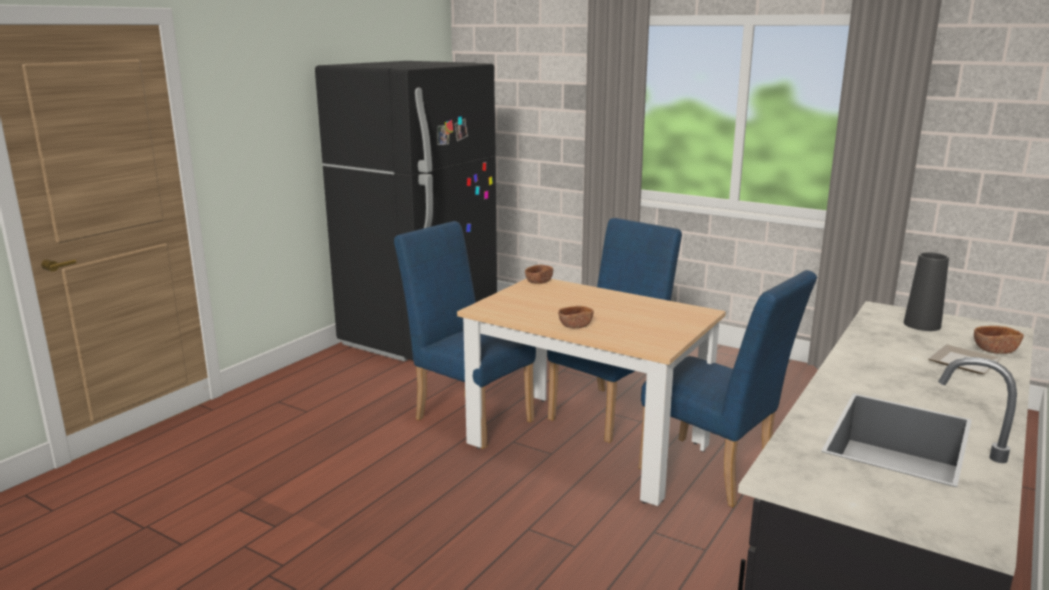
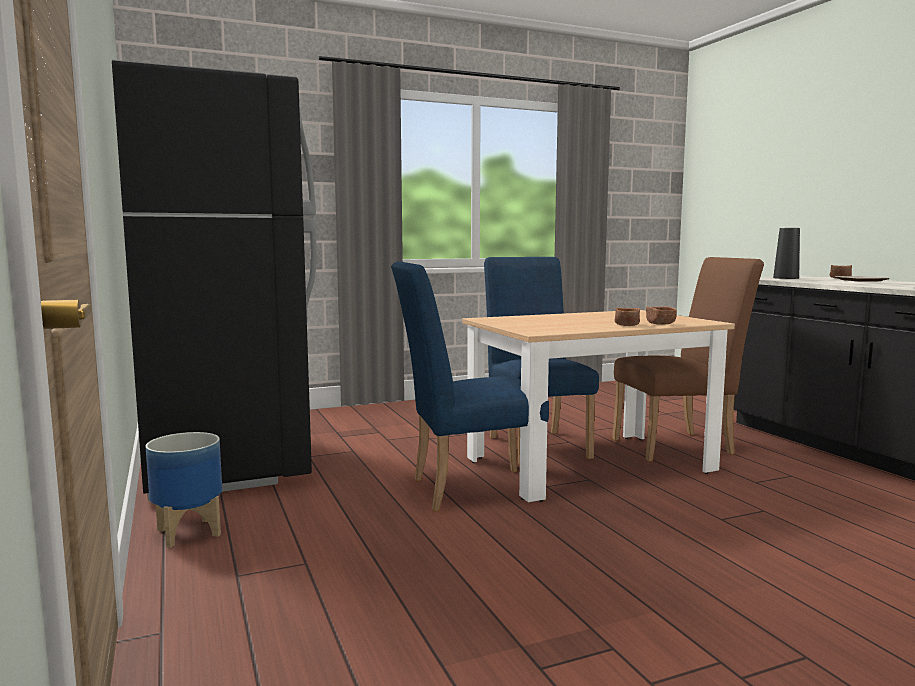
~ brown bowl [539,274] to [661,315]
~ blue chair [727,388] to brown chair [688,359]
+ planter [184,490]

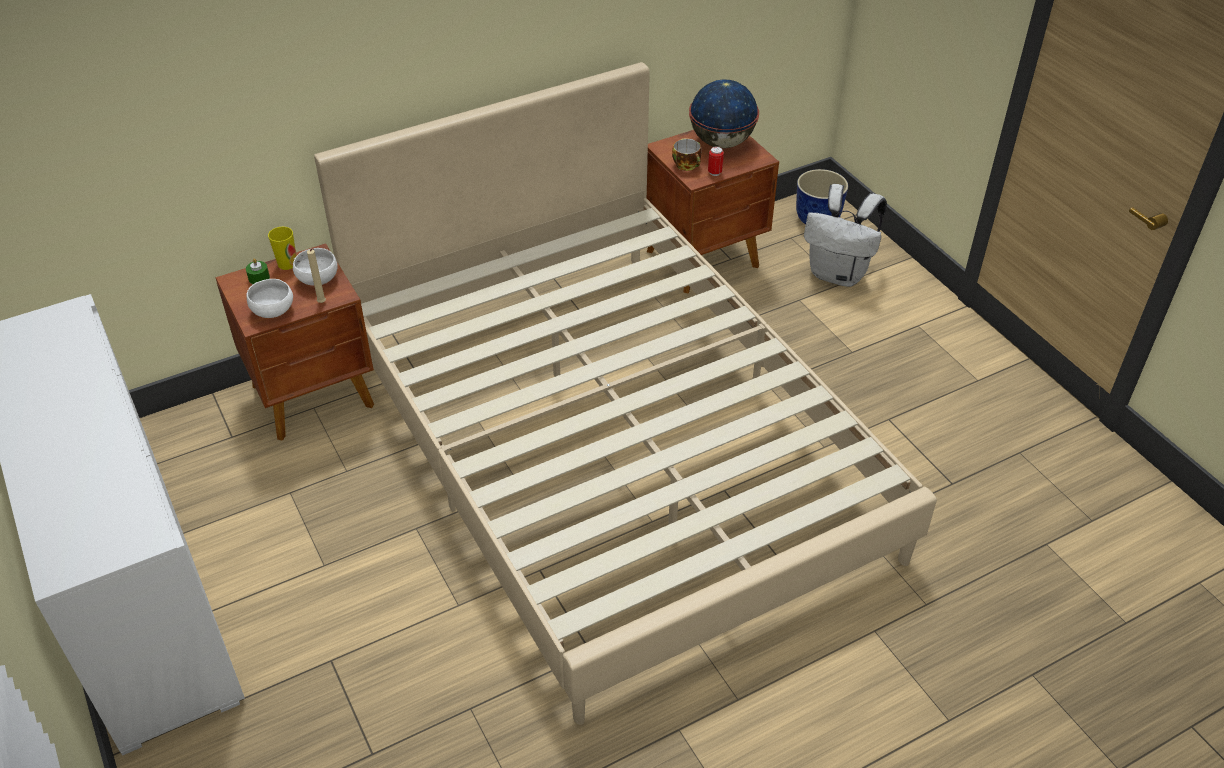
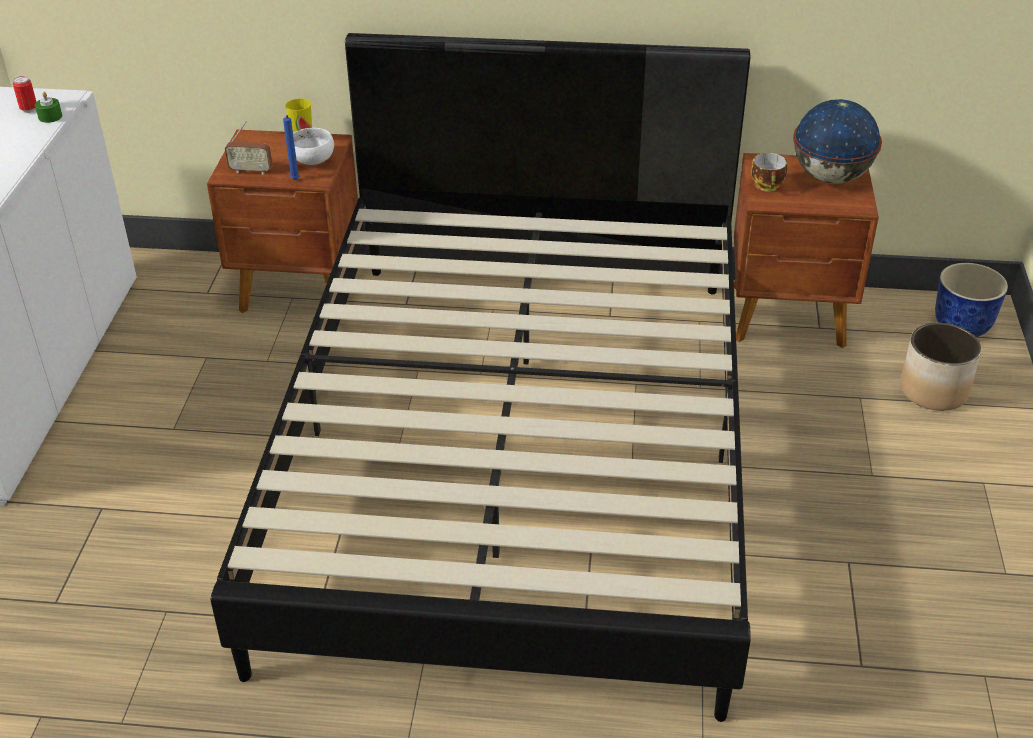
~ green candle [258,271] to [48,107]
~ white bowl [269,298] to radio [249,148]
~ beige candle [316,275] to blue candle [291,147]
~ beige bed [625,393] to black bed [481,377]
~ can [716,161] to [24,94]
~ white backpack [845,235] to planter [940,367]

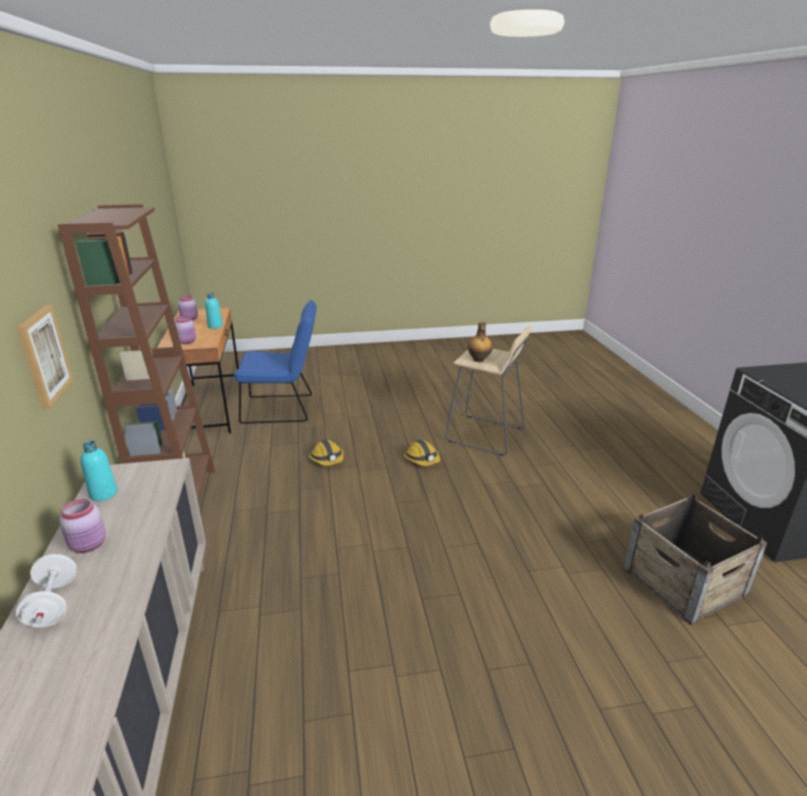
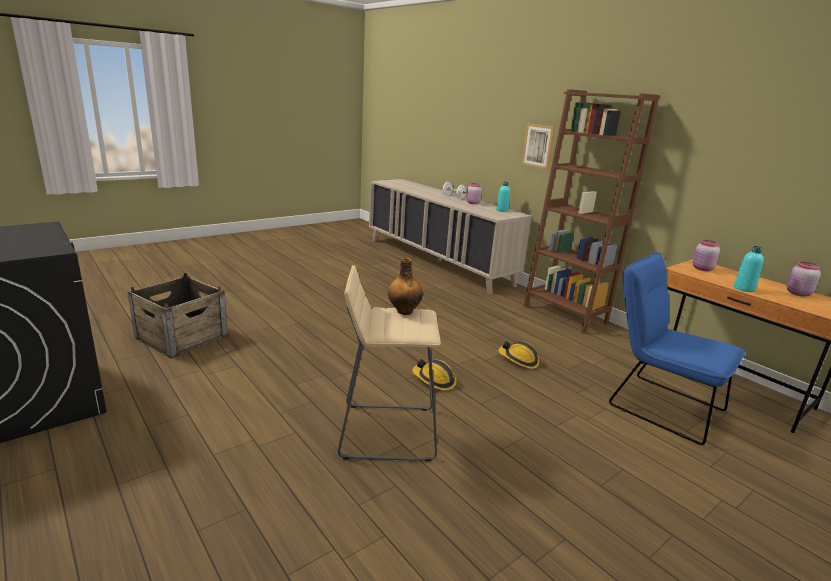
~ blue chair [275,362] = [677,348] 75 degrees clockwise

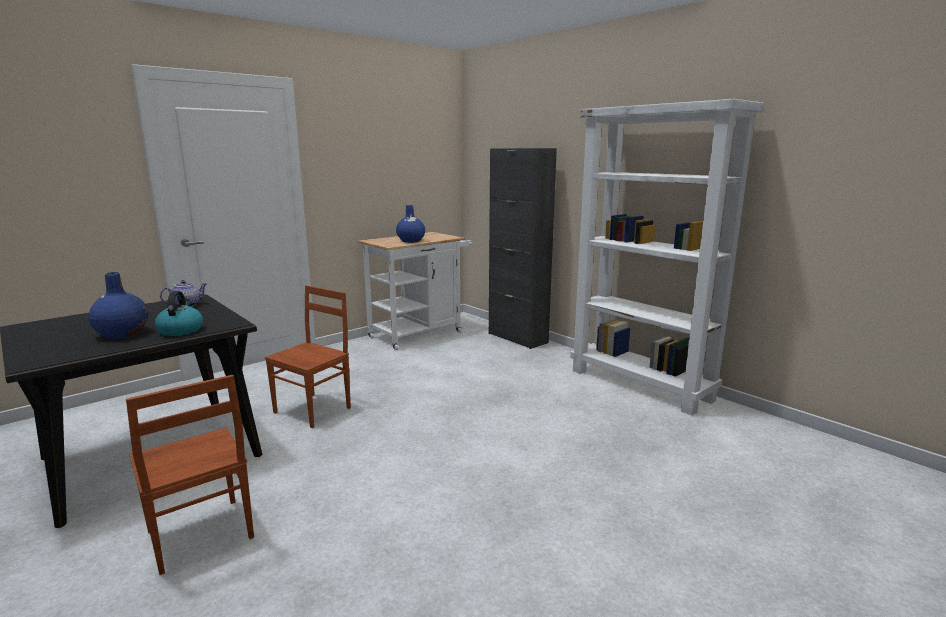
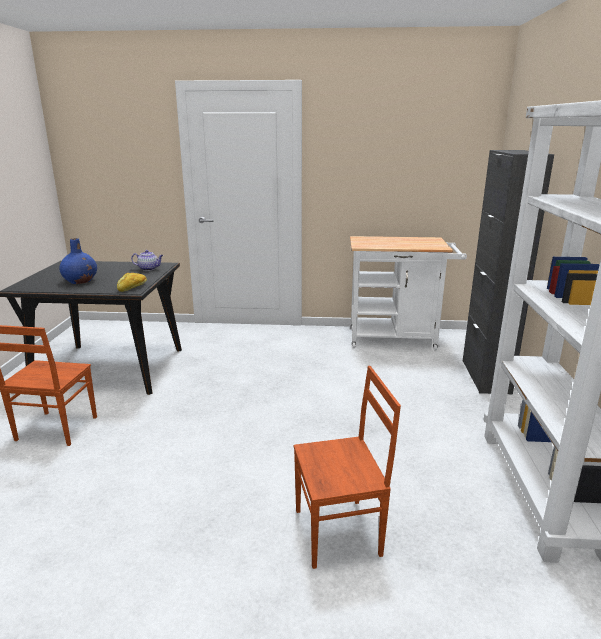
- kettle [179,313]
~ brown chair [308,356] to [347,467]
- blue vase [410,224]
+ bread [132,282]

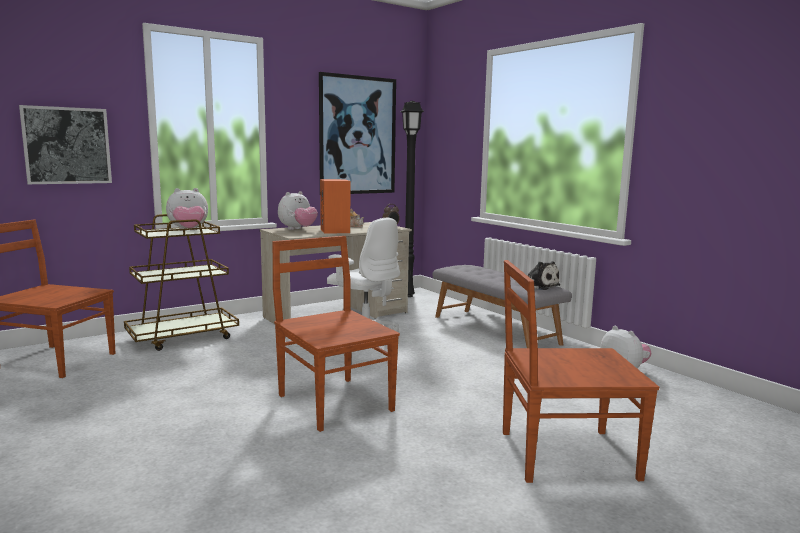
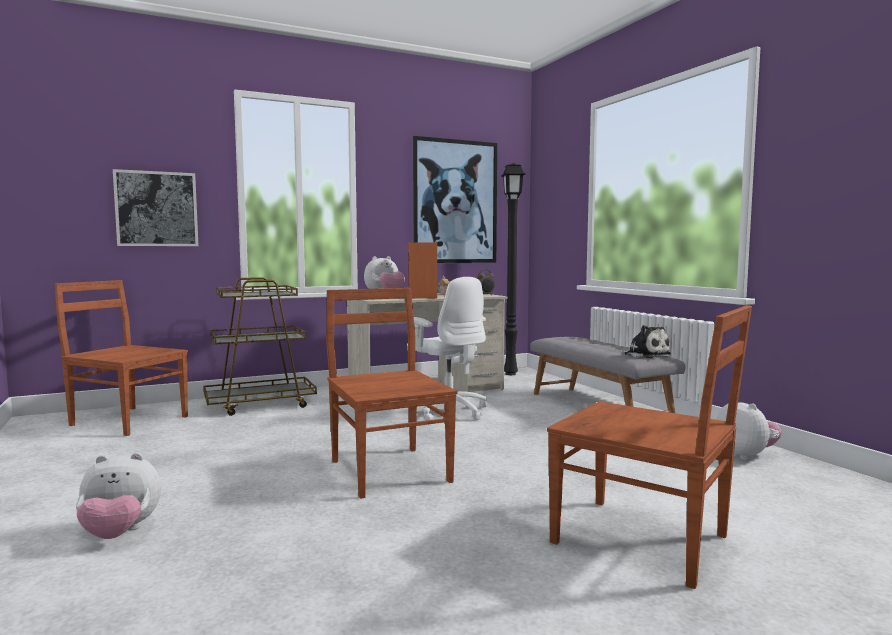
~ plush toy [187,209] to [118,496]
~ brown chair [581,371] = [649,447] 150 degrees counterclockwise

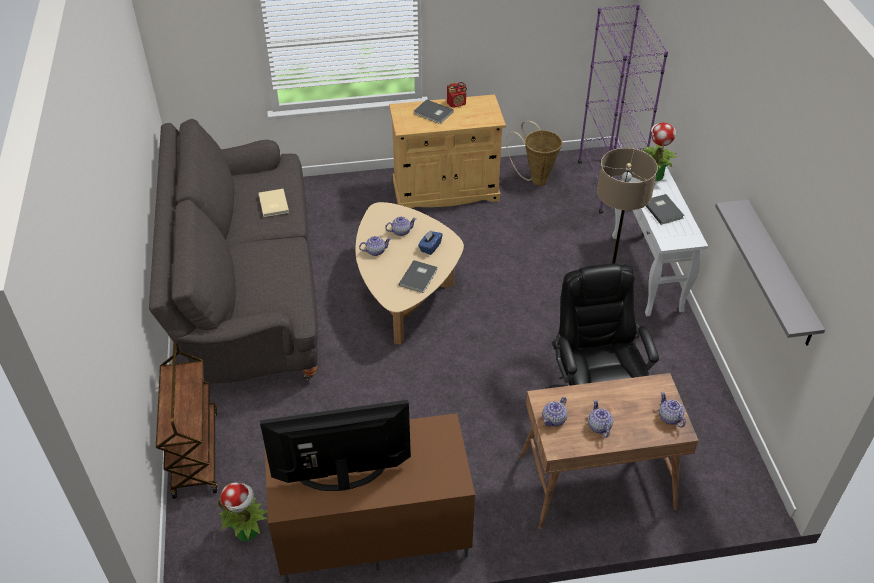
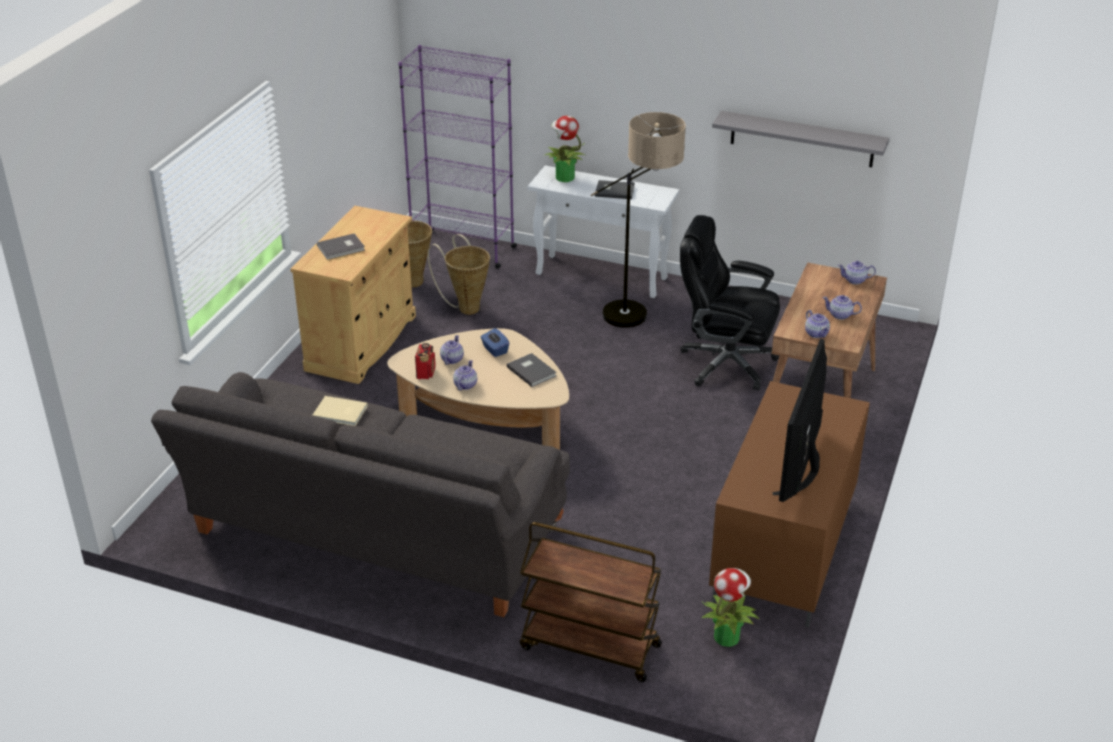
~ radio [457,95] to [425,361]
+ basket [459,274]

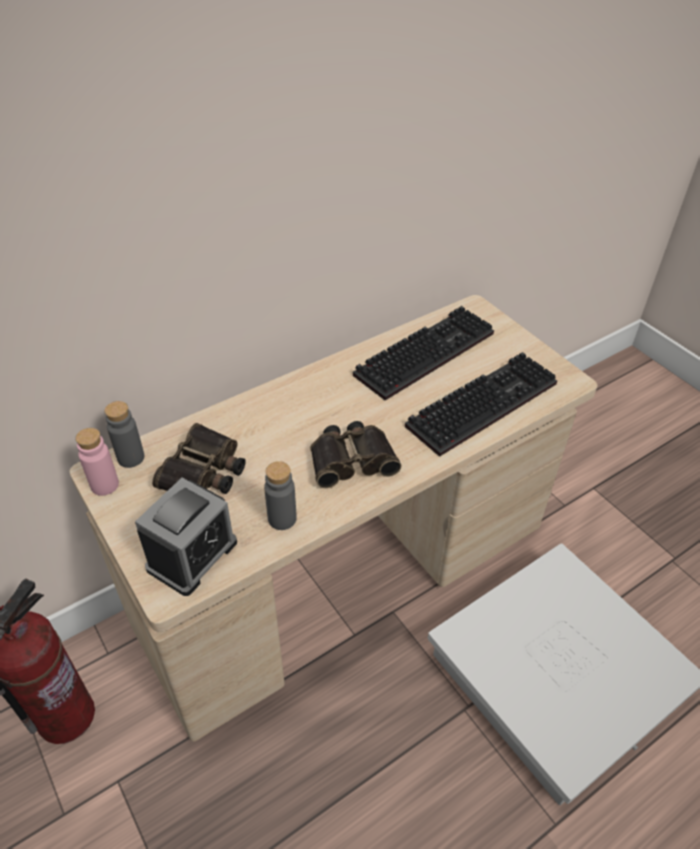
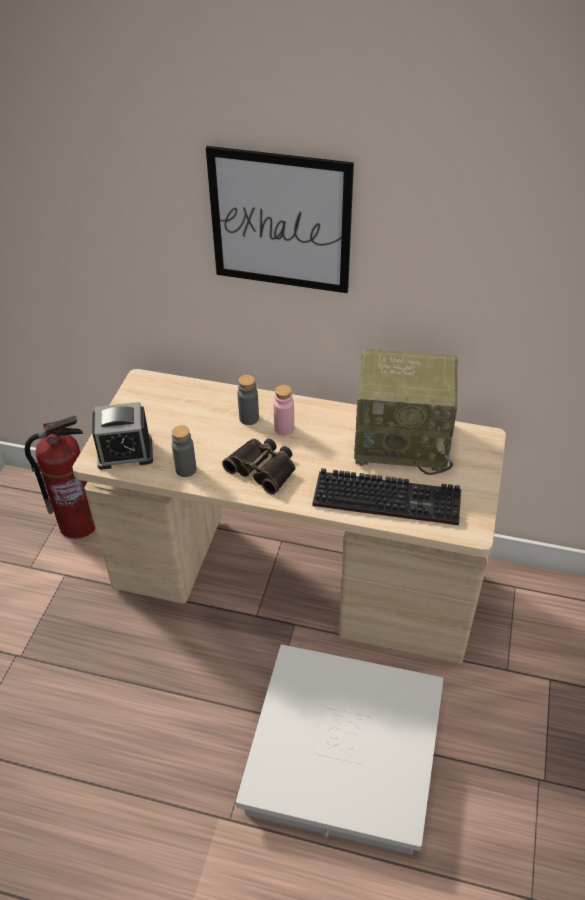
~ pink bottle [97,462] to [283,410]
~ grey bottle [124,434] to [248,400]
- binoculars [199,458]
~ keyboard [423,353] to radio [406,412]
+ picture [280,219]

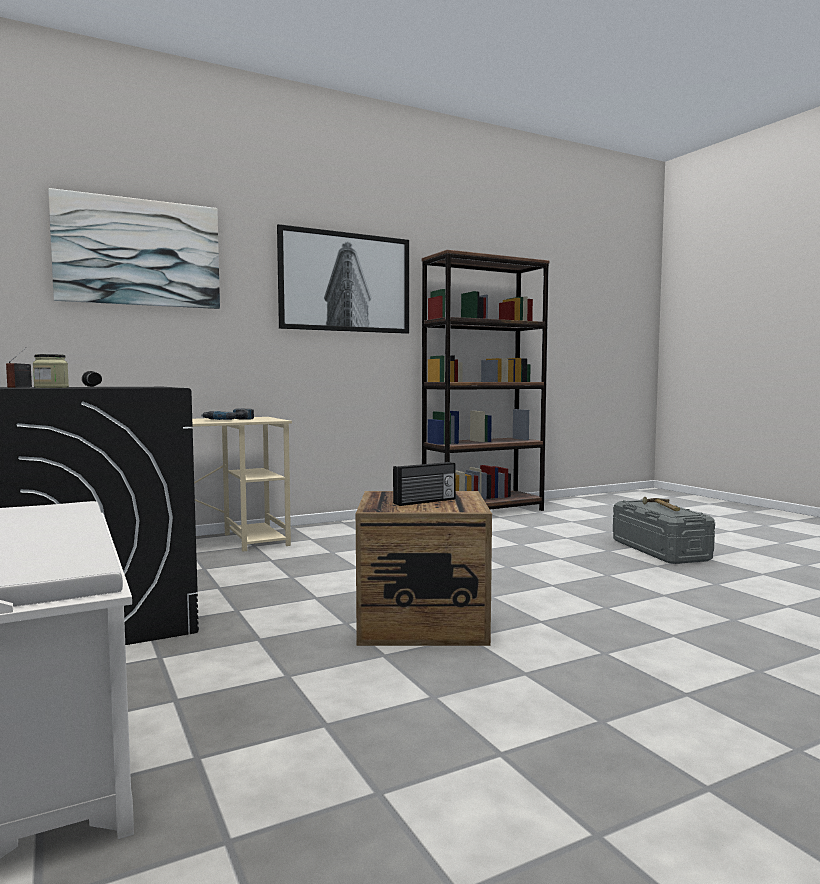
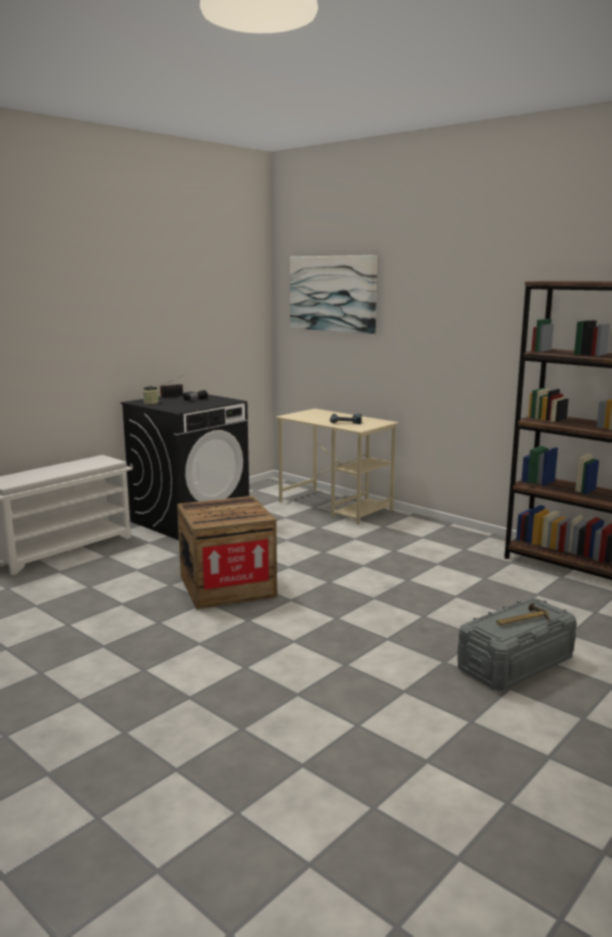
- picture [343,279]
- radio [424,484]

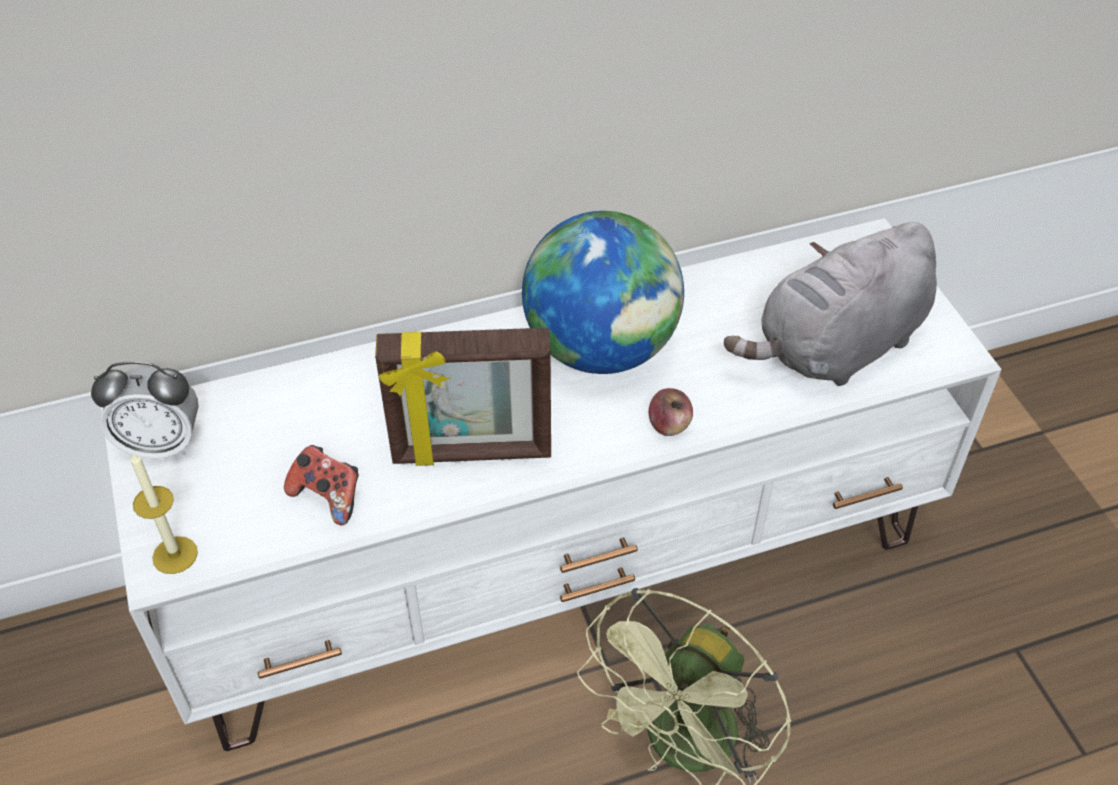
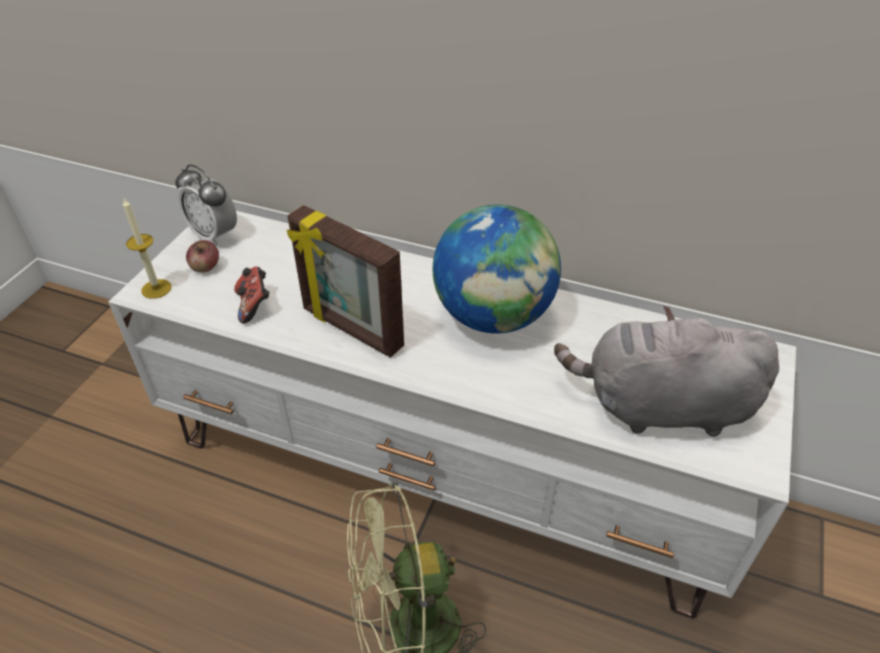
~ apple [671,412] to [202,256]

